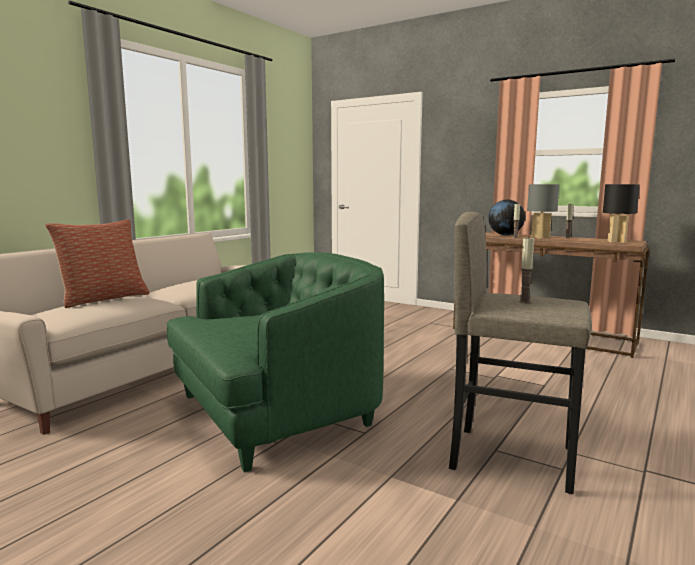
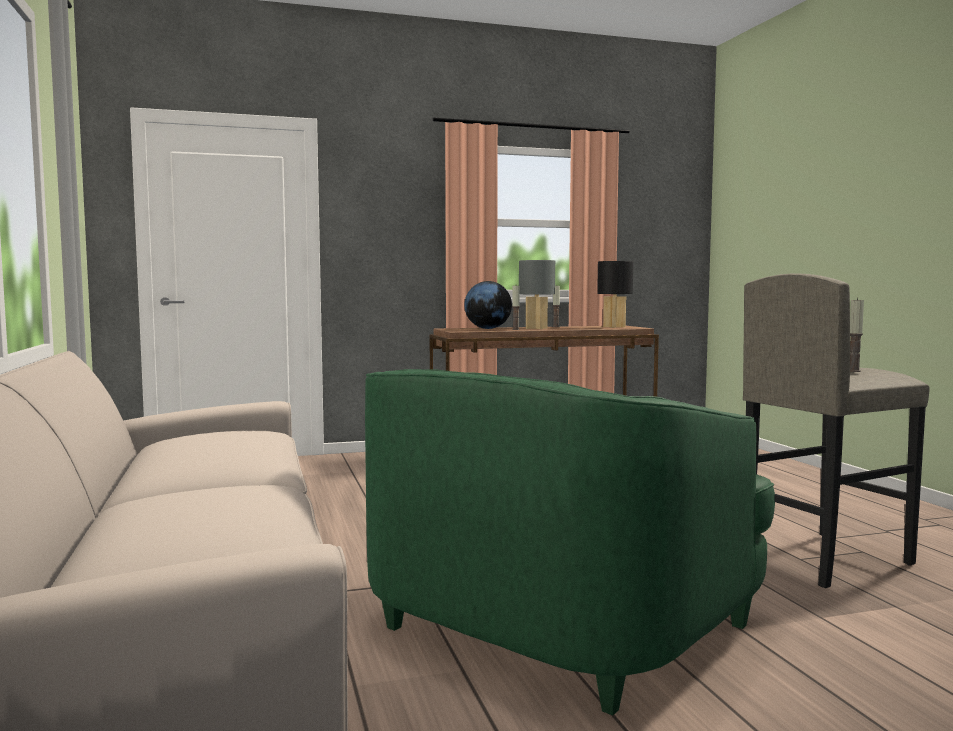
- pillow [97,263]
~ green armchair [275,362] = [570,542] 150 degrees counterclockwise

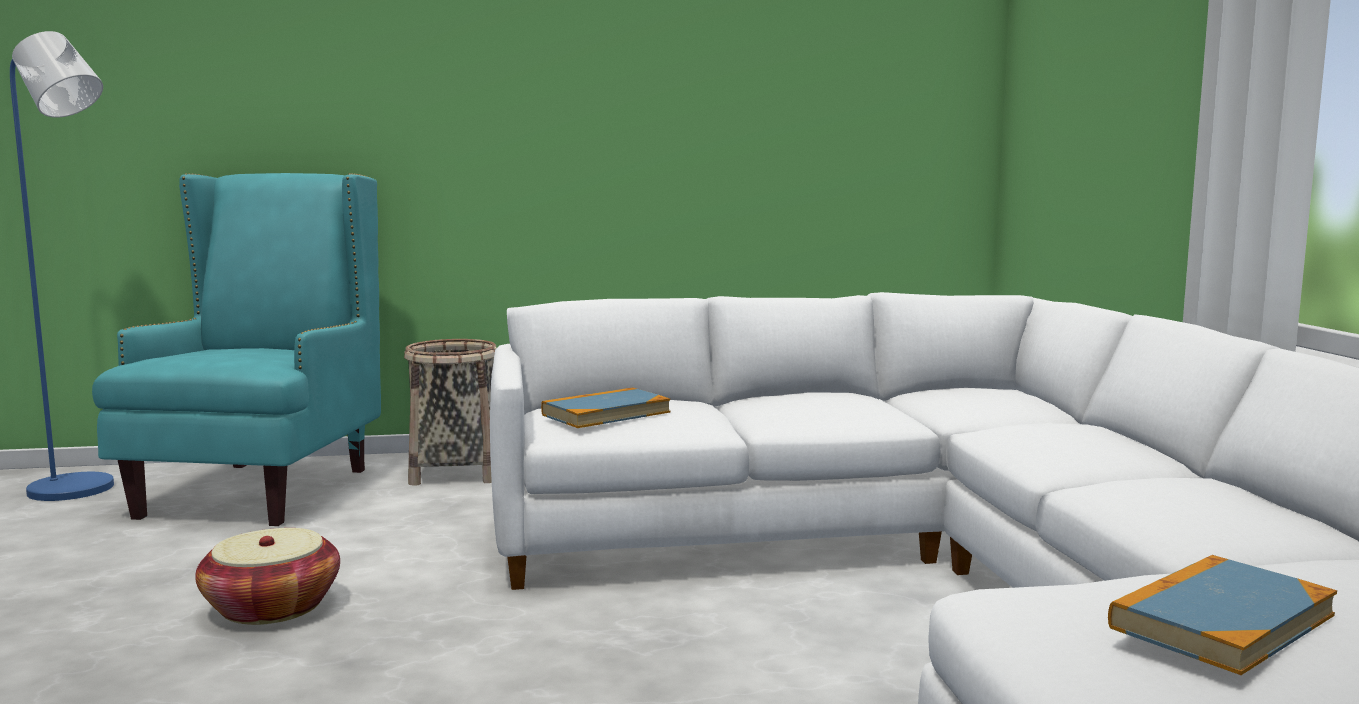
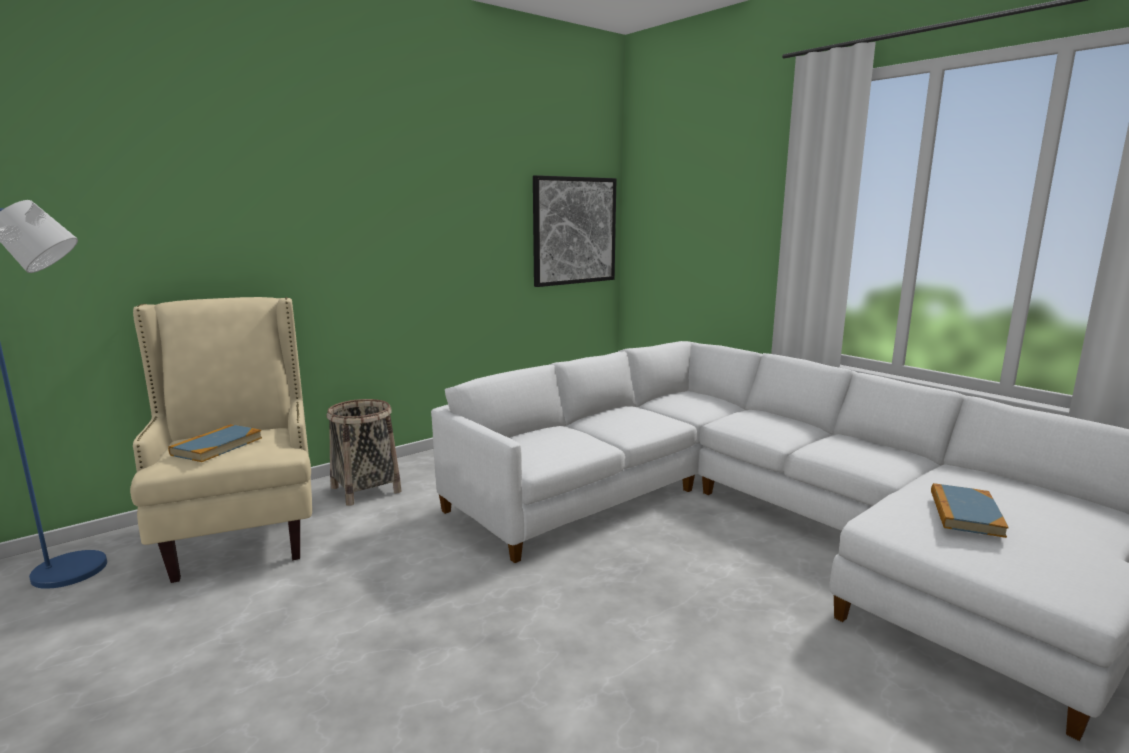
~ turquoise armchair [236,349] to beige armchair [221,440]
- basket [267,576]
~ book [605,408] to [215,443]
+ picture [574,231]

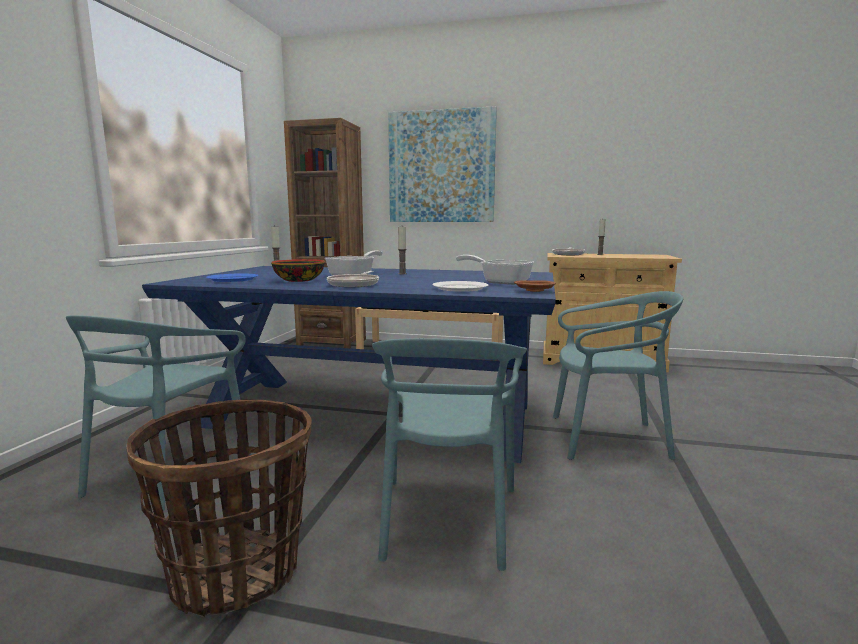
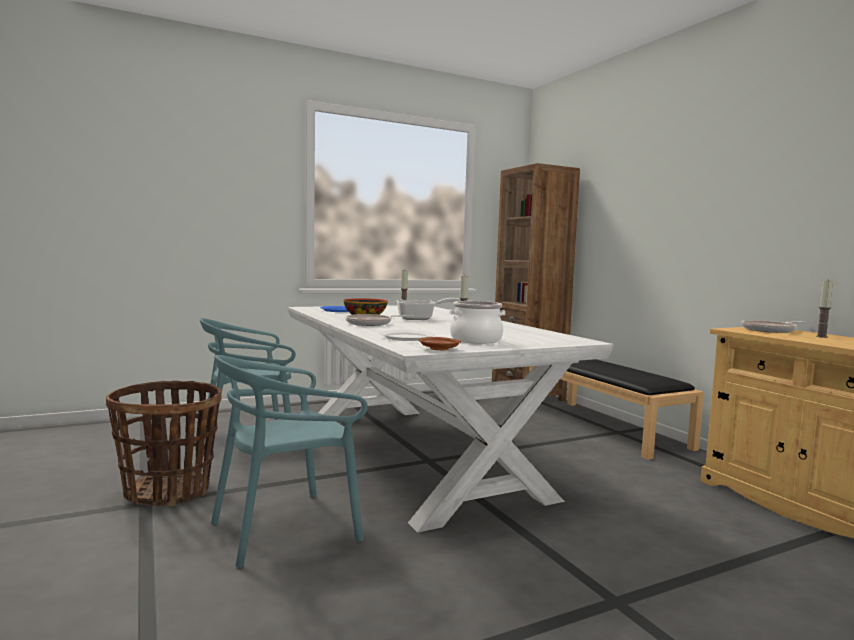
~ blue dining table [349,364] to white dining table [450,418]
- picture [442,164]
~ frying pan [495,270] to cooking pot [477,322]
- turquoise chair [618,375]

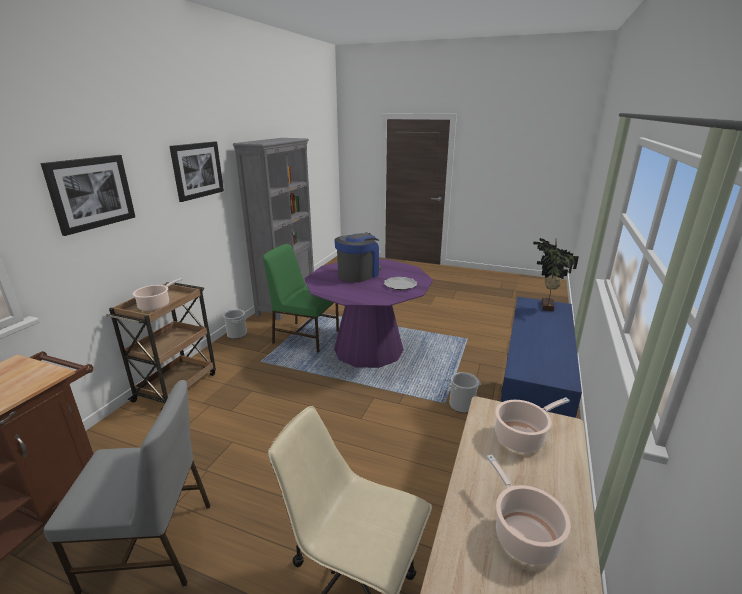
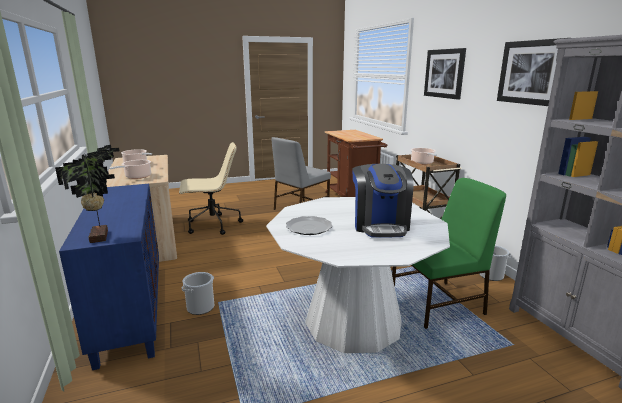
~ purple dining table [368,313] to white dining table [358,275]

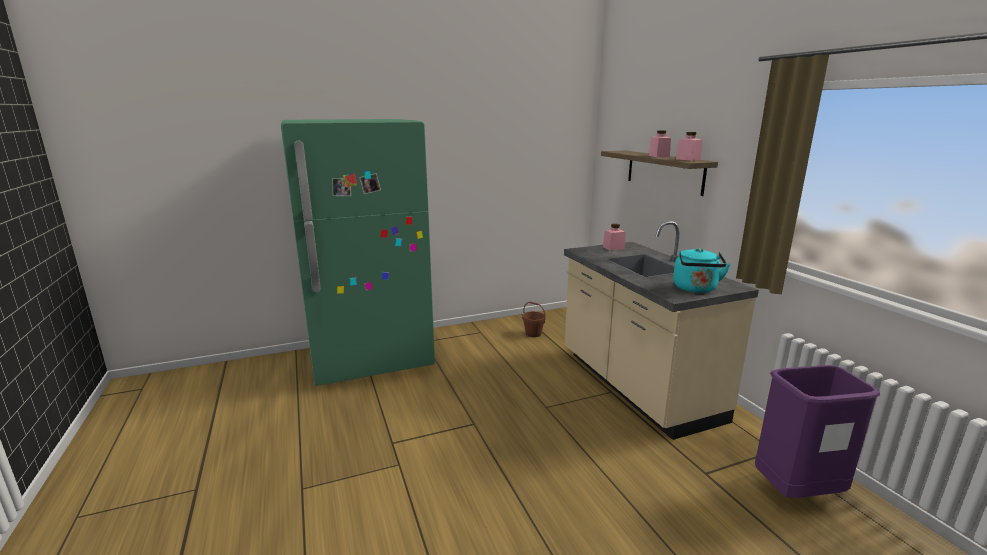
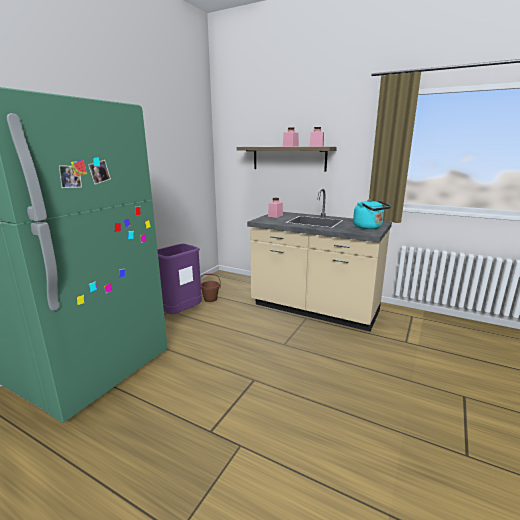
~ purple trash can [817,431] to [179,279]

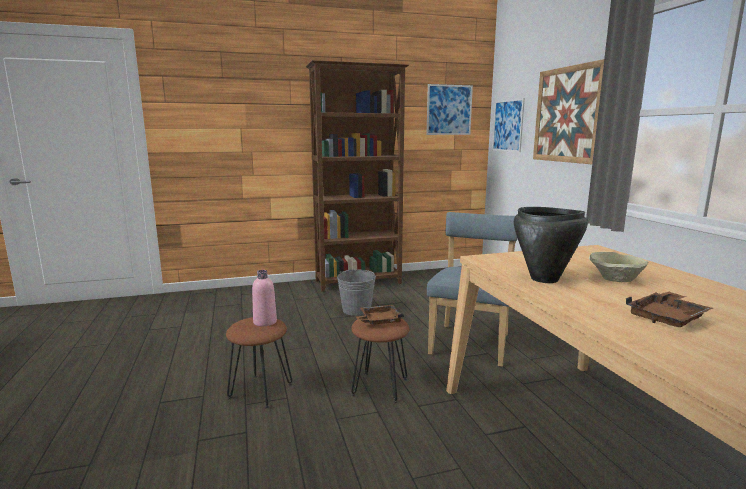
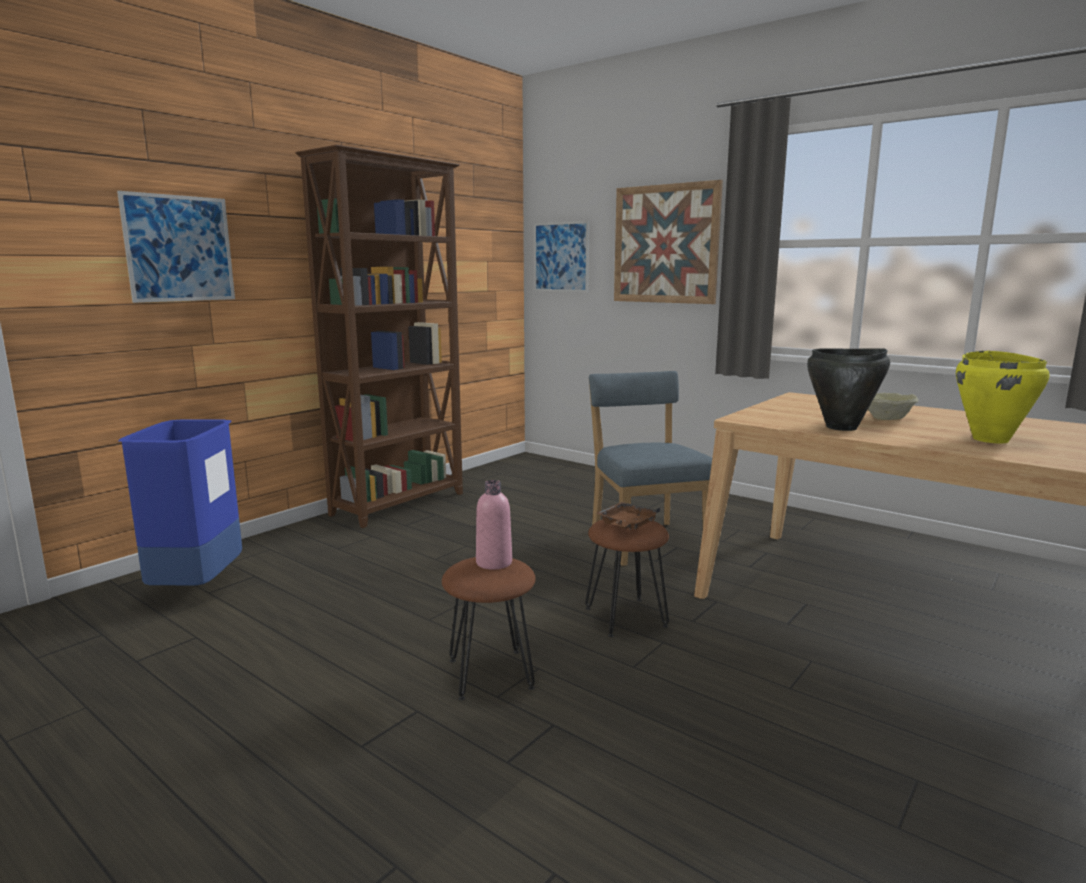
- grey bucket [356,292]
~ picture [449,109] to [176,247]
~ brown tray [669,309] to yellow cooking pot [1003,397]
+ blue trash can [180,502]

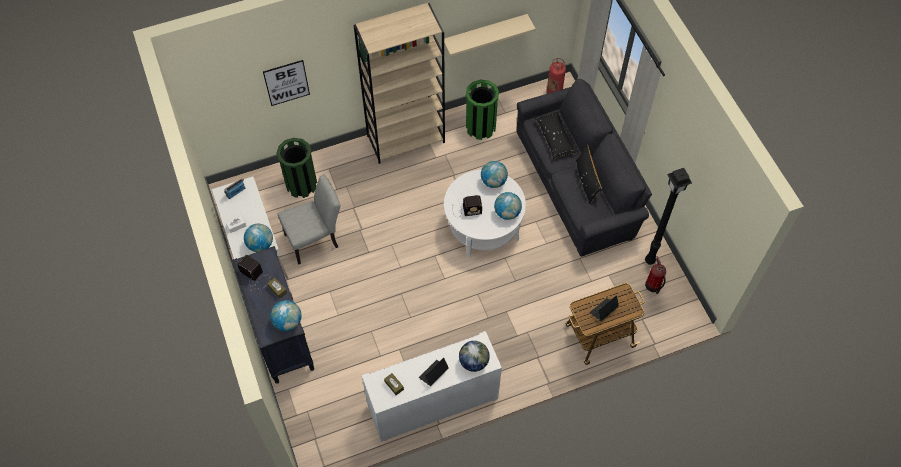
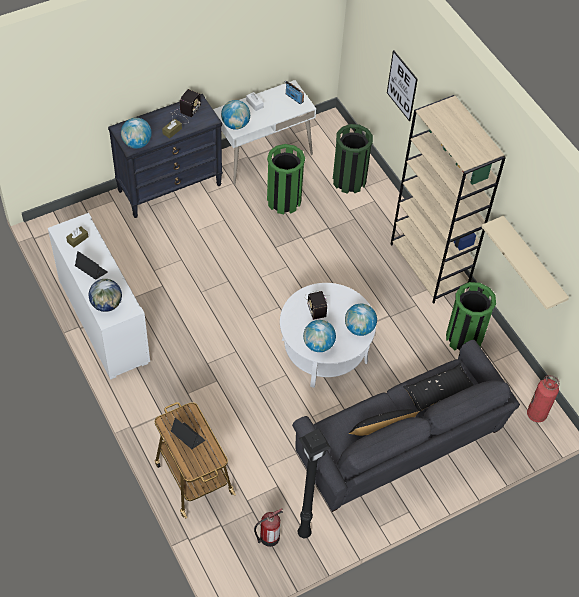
~ grey chair [309,219] to green trash can [286,179]

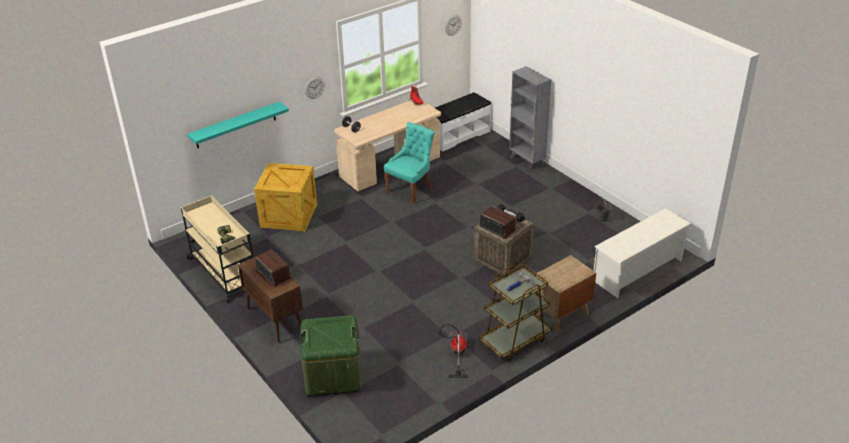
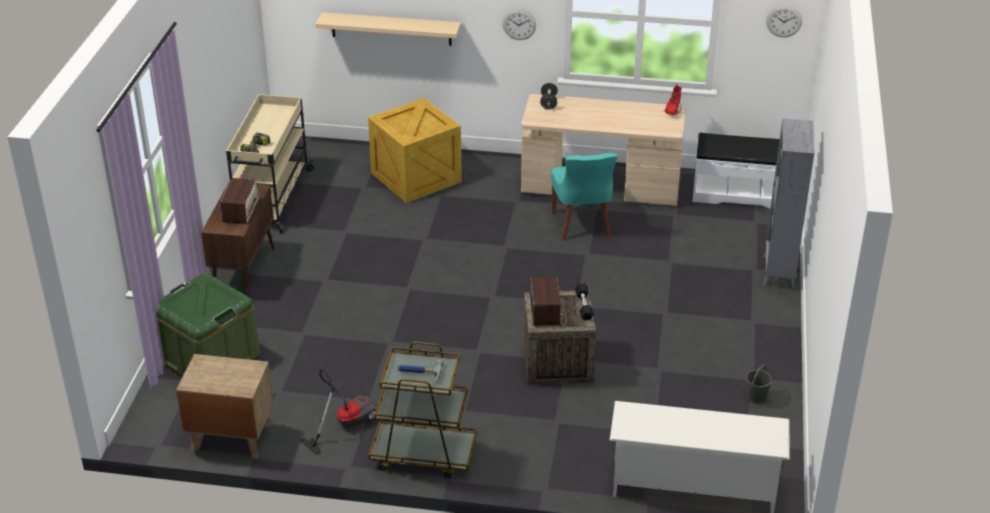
~ turquoise shelf [238,124] to beige shelf [388,29]
~ turquoise chair [409,163] = [584,196] 90 degrees clockwise
~ brown nightstand [565,293] to [224,406]

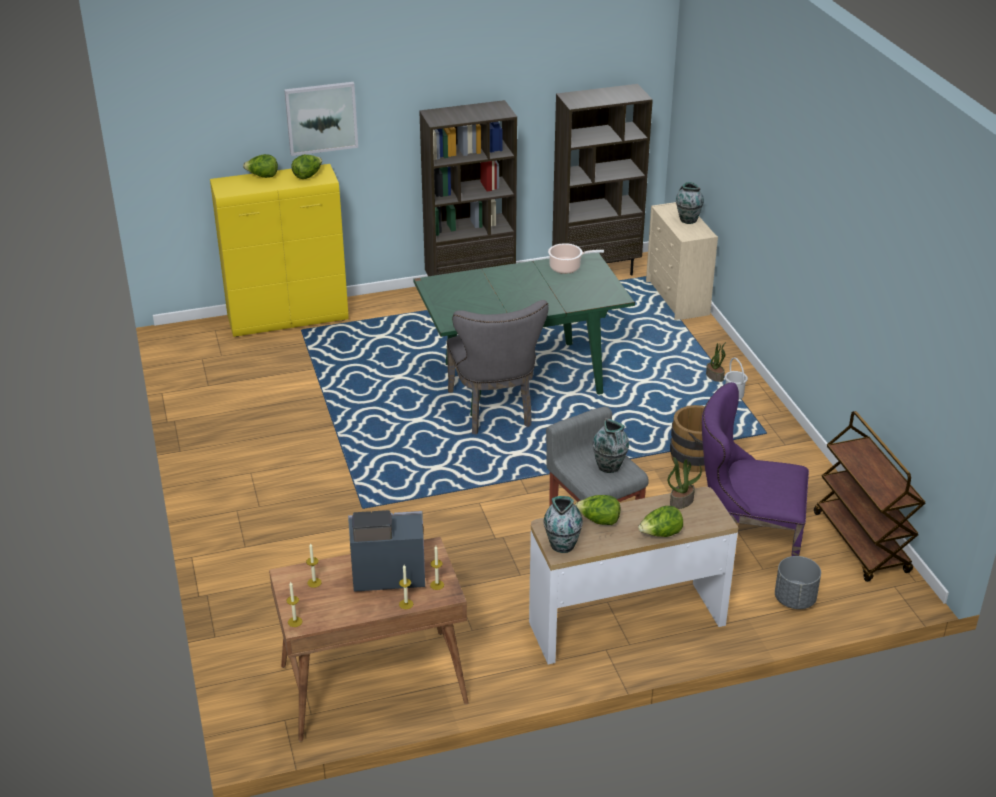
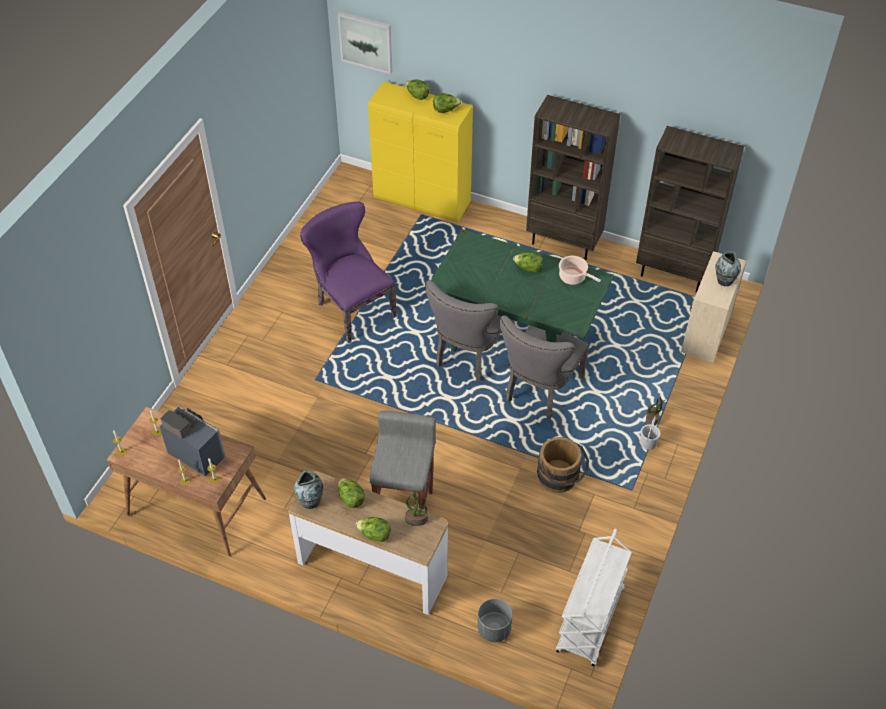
~ picture [321,119] to [365,43]
- vase [610,445]
~ purple chair [755,469] to [348,272]
~ brown cart [869,496] to white cart [594,598]
+ grey chair [544,367]
+ lettuce [528,262]

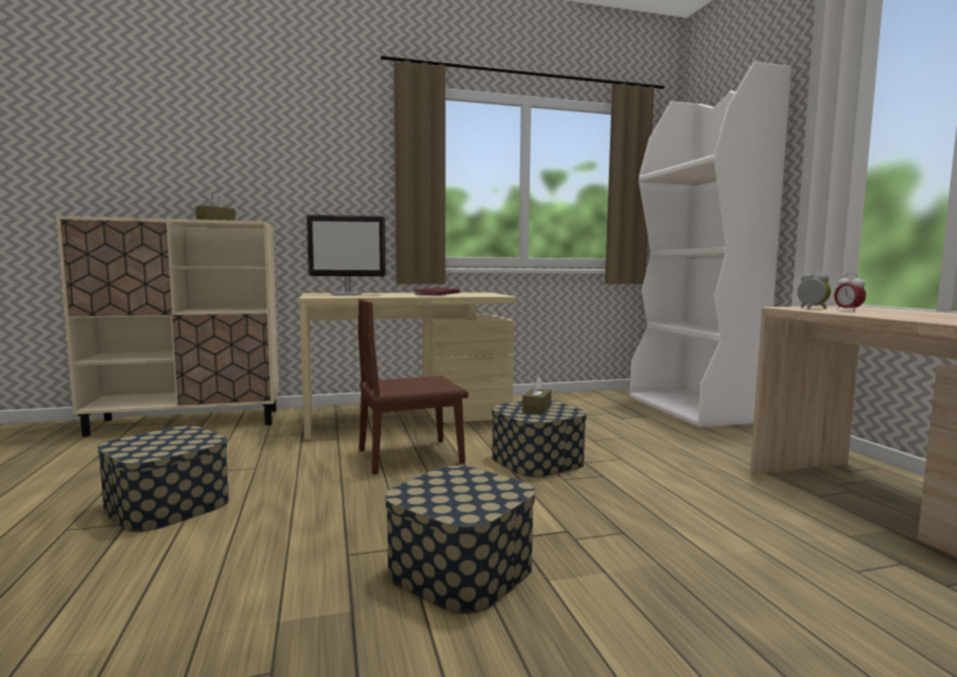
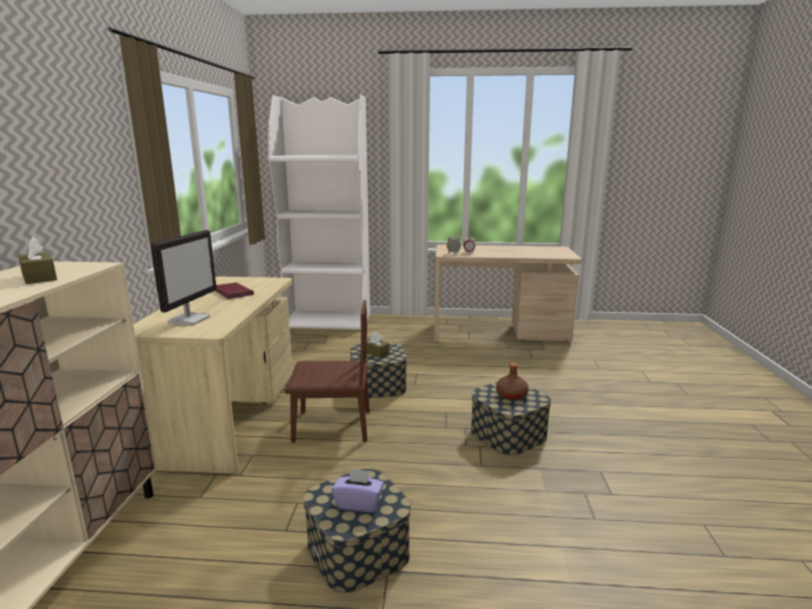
~ brown chair [413,387] = [327,371] 90 degrees counterclockwise
+ purple tissue box [358,490]
+ brown bottle [512,381]

